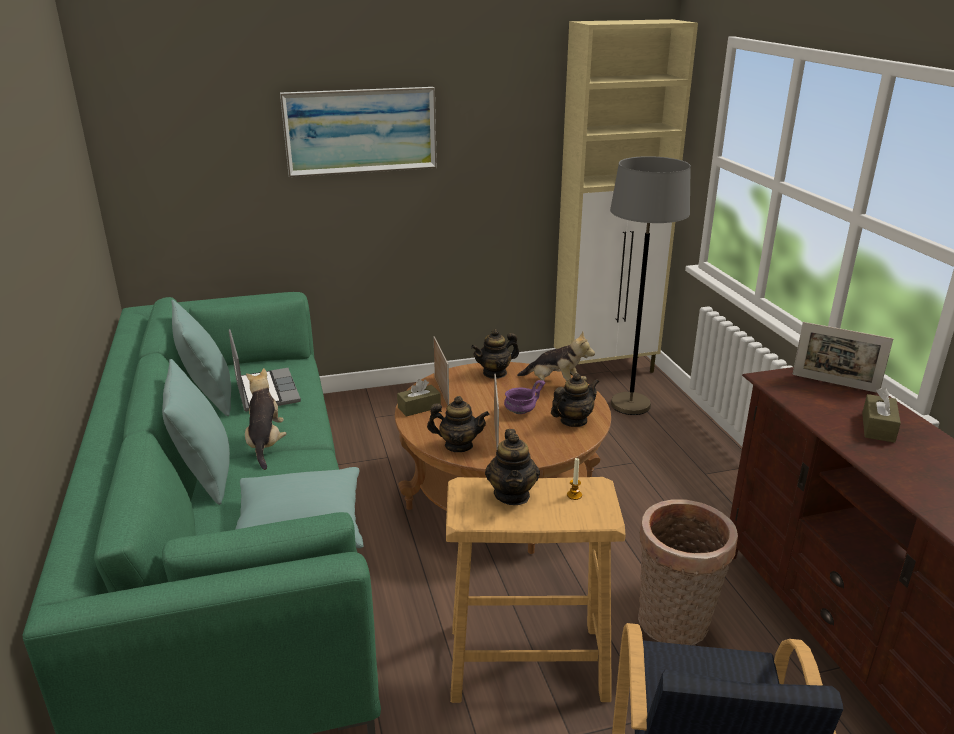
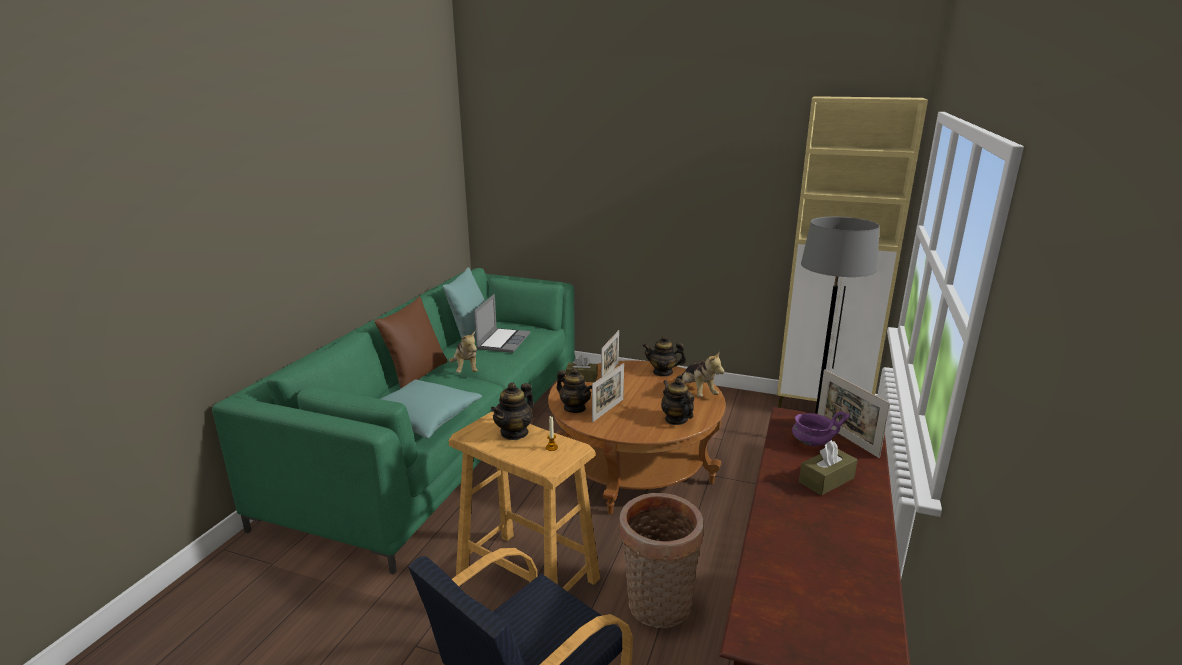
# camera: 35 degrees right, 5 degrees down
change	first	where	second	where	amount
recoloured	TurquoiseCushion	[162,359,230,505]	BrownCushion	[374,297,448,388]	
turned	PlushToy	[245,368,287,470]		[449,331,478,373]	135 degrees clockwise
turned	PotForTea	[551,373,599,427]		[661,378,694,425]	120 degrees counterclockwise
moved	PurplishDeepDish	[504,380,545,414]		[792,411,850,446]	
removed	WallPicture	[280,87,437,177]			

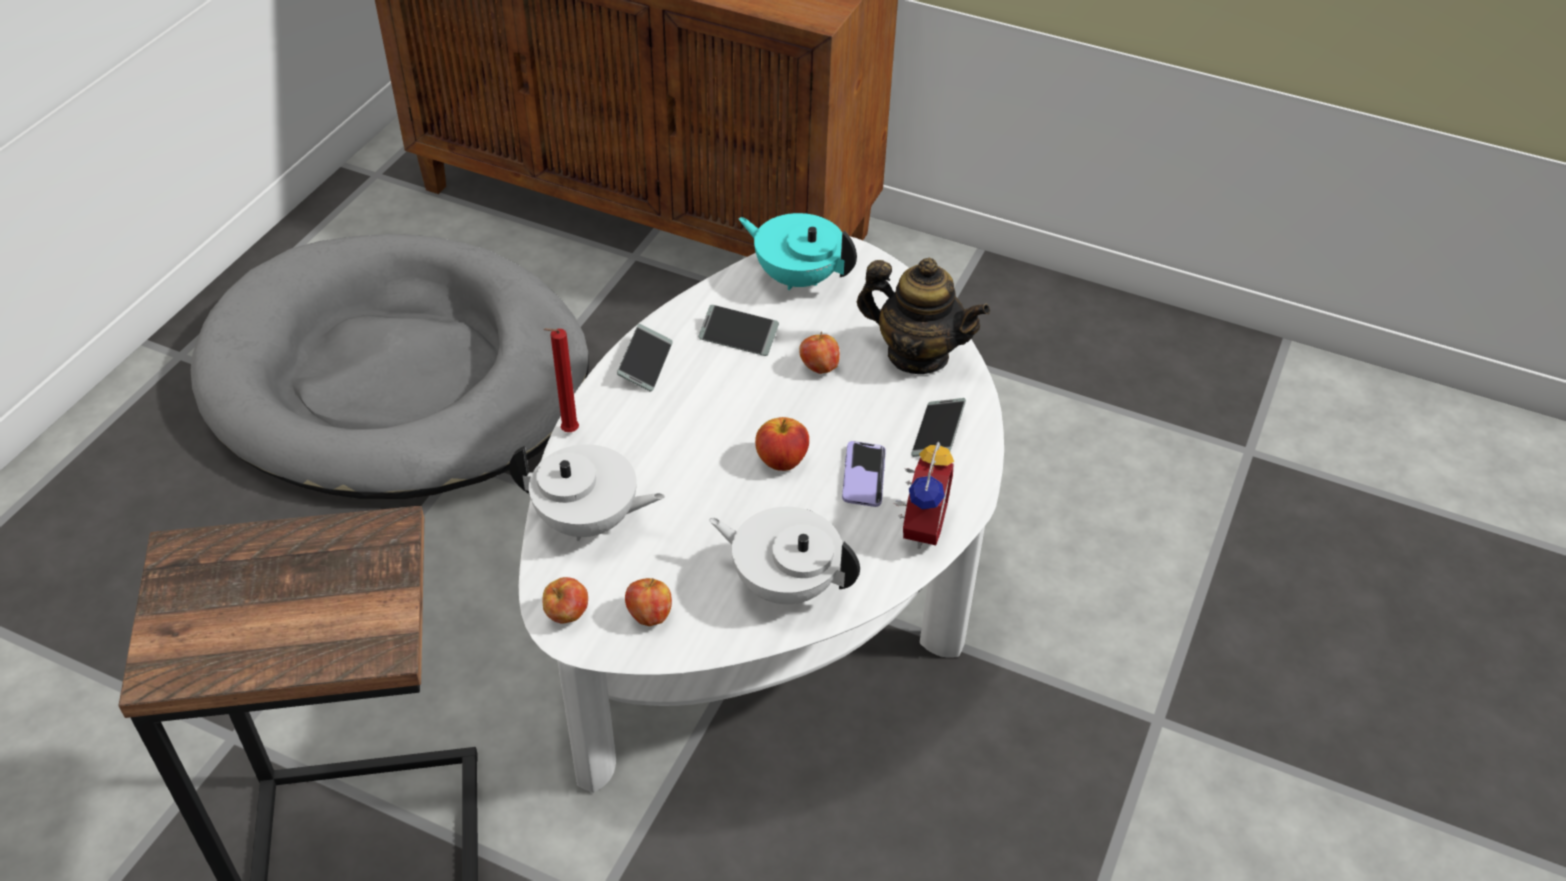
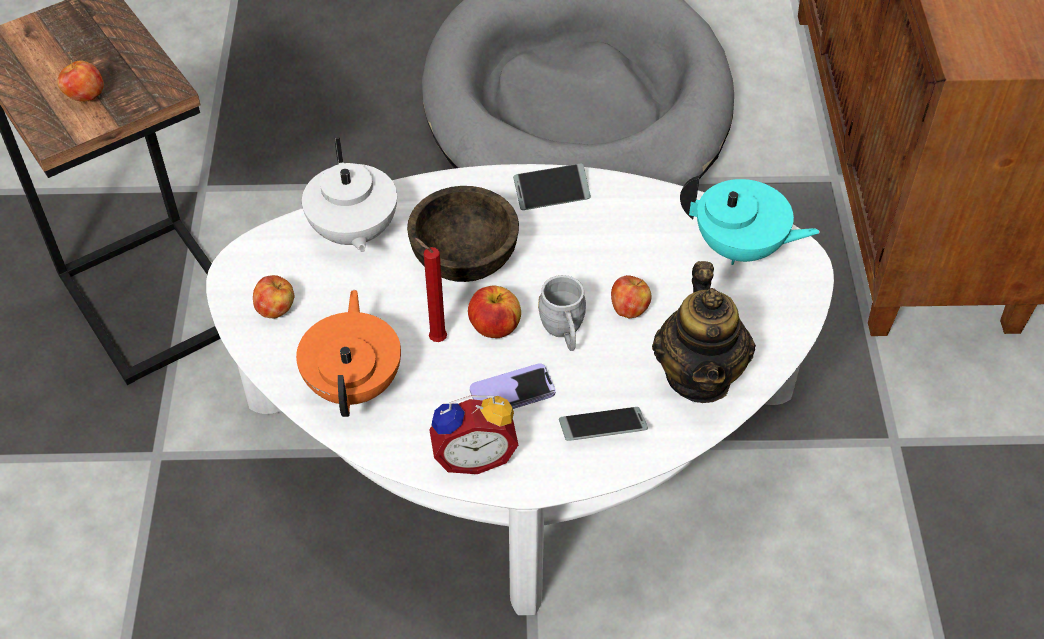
# camera: 65 degrees right, 5 degrees up
change	first	where	second	where	amount
moved	WholeApple	[542,577,588,623]		[57,60,104,102]	
recoloured	WhitePotForTea	[709,507,860,604]	OrangeColouredPotForTea	[296,290,401,417]	
added			BrownDeepDish	[407,186,519,282]	
moved	RedCandle	[544,328,579,432]		[415,238,447,342]	
added			GrayTeaMug	[538,275,586,351]	
turned	TurquoisePotForTea	[738,213,857,290]		[680,175,820,265]	105 degrees clockwise
removed	Handset	[698,305,779,356]			

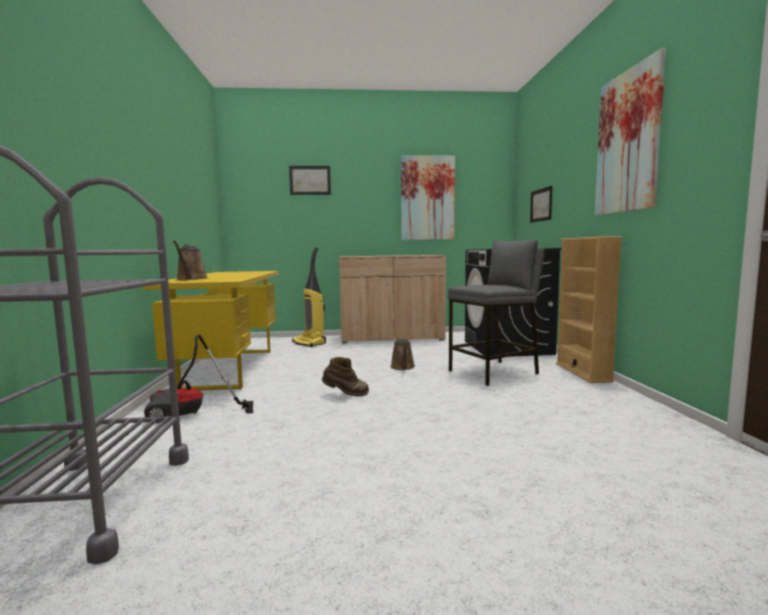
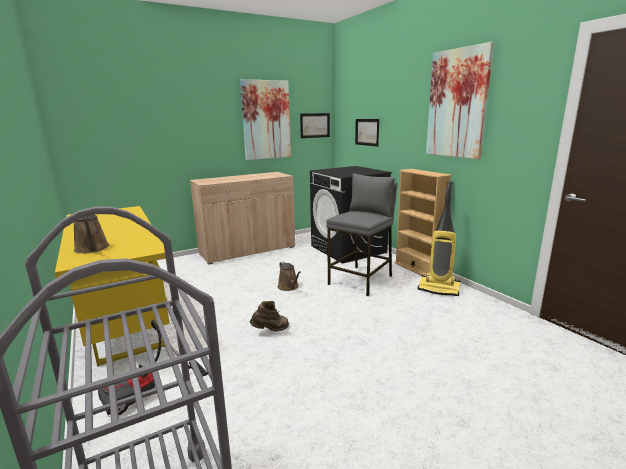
# camera: 25 degrees left, 10 degrees up
change	first	where	second	where	amount
moved	WallPicture	[289,166,331,195]		[300,113,330,138]	
moved	Hoover	[292,247,326,347]		[418,181,461,296]	

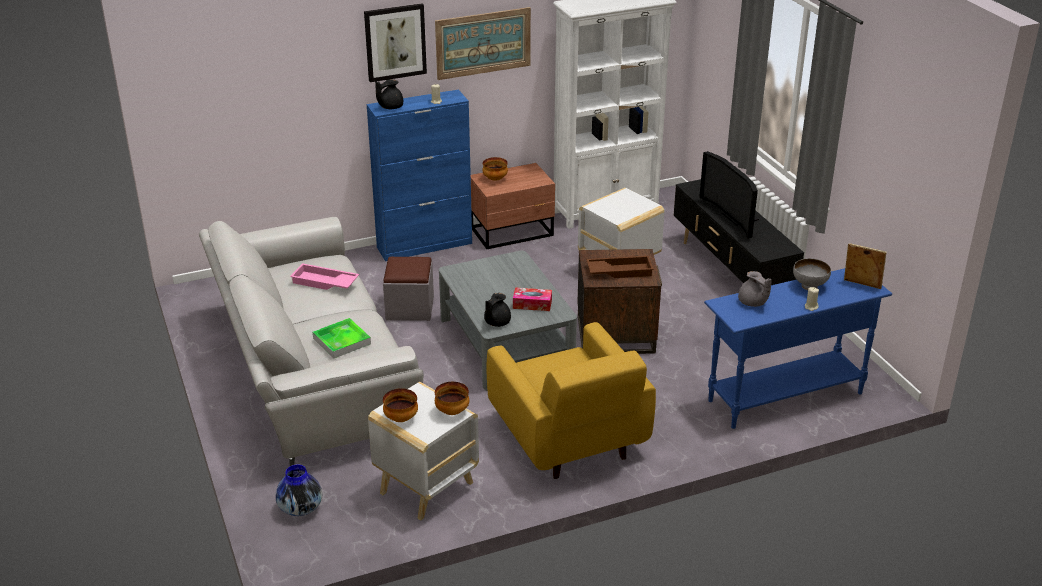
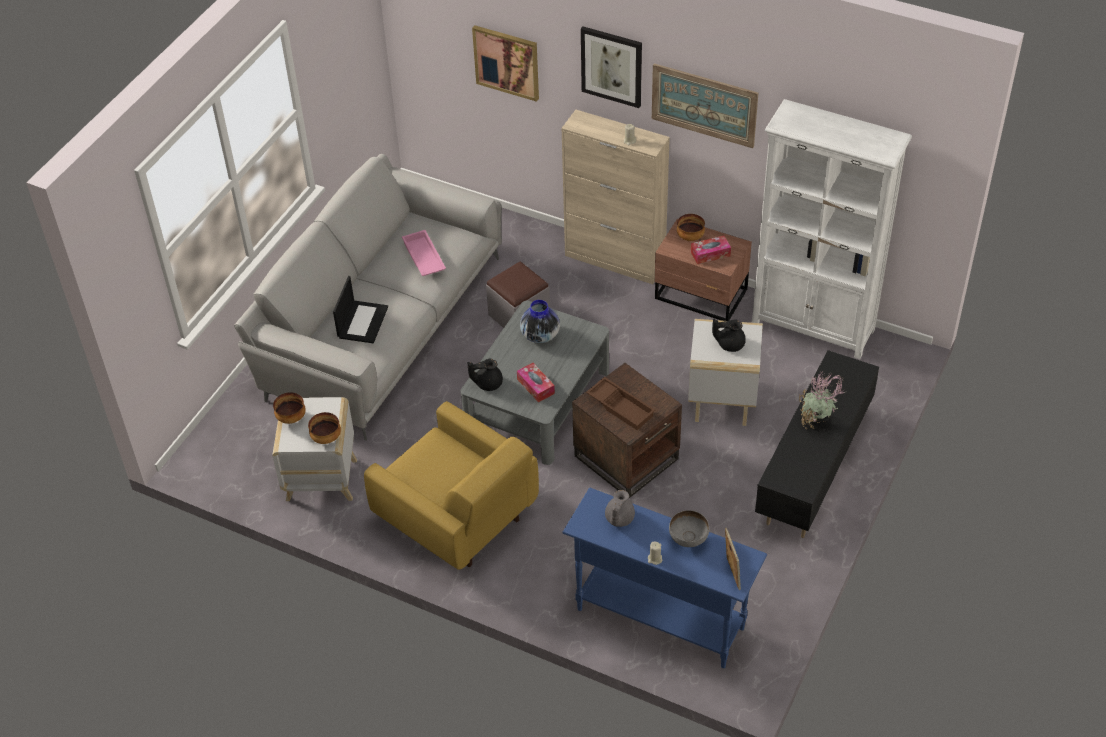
# camera: 50 degrees right, 15 degrees up
change	first	where	second	where	amount
replaced	Tray	[313,318,371,358]	Laptop	[333,276,388,343]	
turned	YellowLoungeChair	[487,322,656,479]		[364,401,539,570]	75 degrees counterclockwise
added			WallPicture	[472,25,539,102]	
moved	FlowerVase	[275,464,322,516]		[520,300,560,343]	
recoloured	BluishCupboard	[367,89,472,261]	SandColouredCupboard	[561,110,670,284]	
added			BoxOfTissues	[691,235,731,264]	
moved	BlackColouredPotForTea	[375,79,403,109]		[712,319,746,352]	
replaced	Tv	[699,151,759,238]	Houseplant	[799,370,844,429]	

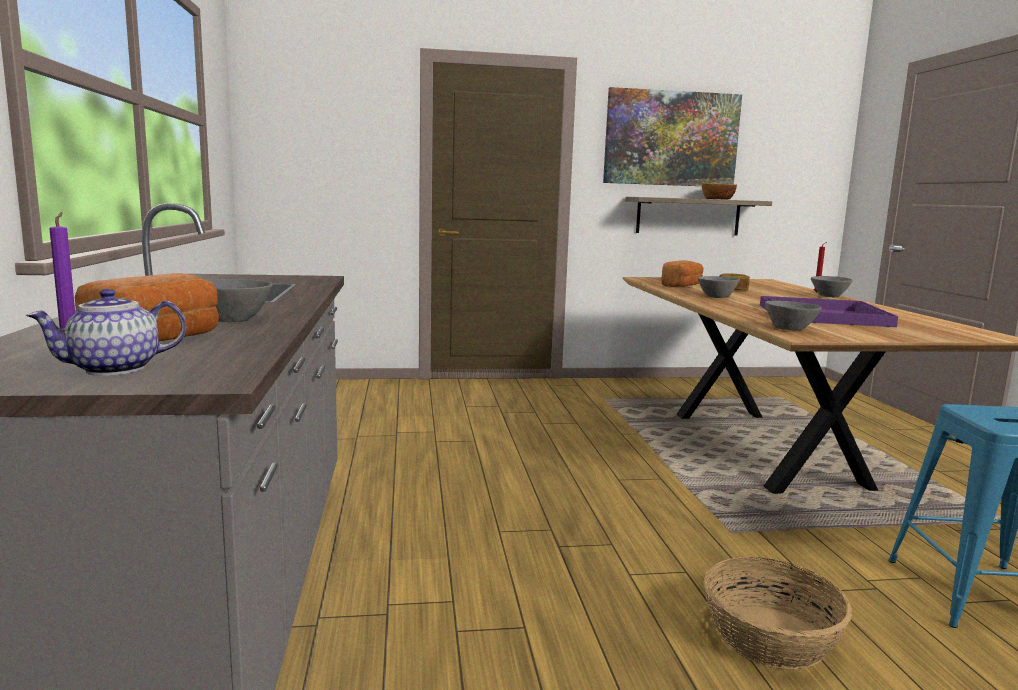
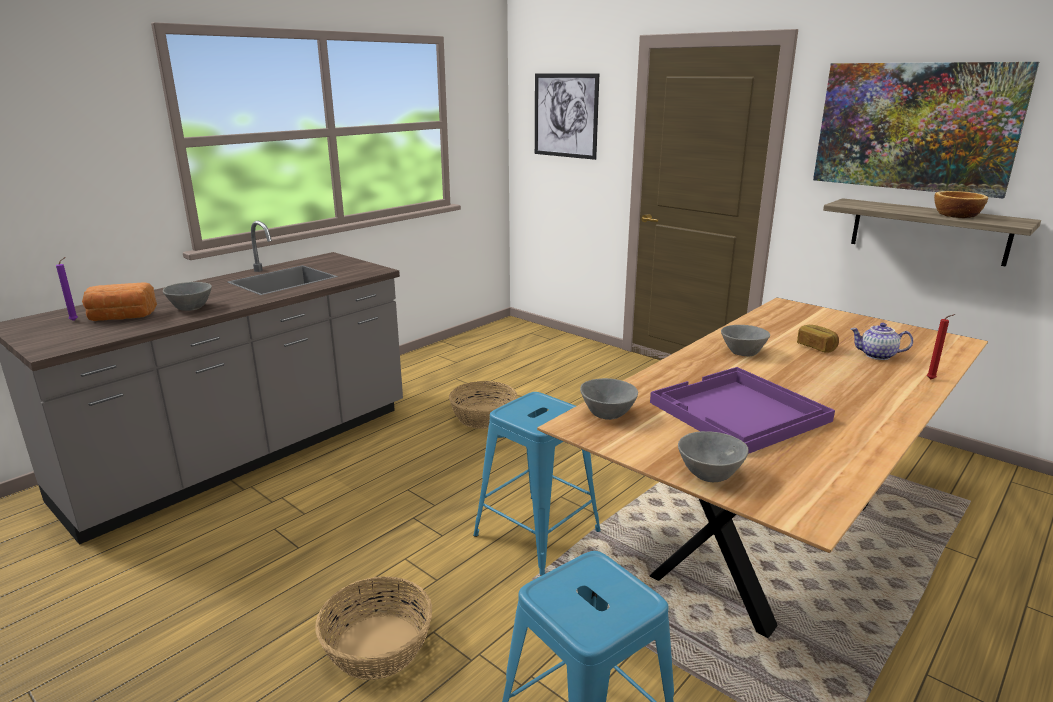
# camera: 50 degrees right, 10 degrees up
change	first	where	second	where	amount
added			StorageBasket	[449,381,517,429]	
added			BluishStool	[473,392,601,576]	
added			WallPicture	[535,73,599,160]	
moved	GrayDeepDish	[811,276,853,297]		[678,431,748,482]	
moved	PotForTea	[26,289,186,376]		[850,323,913,360]	
removed	Bread	[661,260,703,287]			

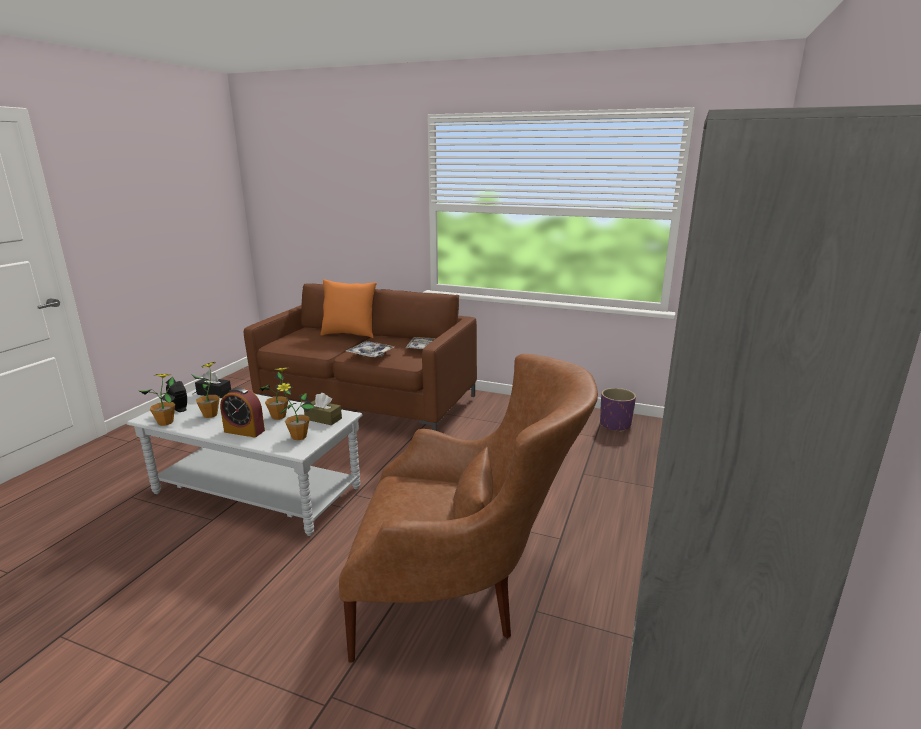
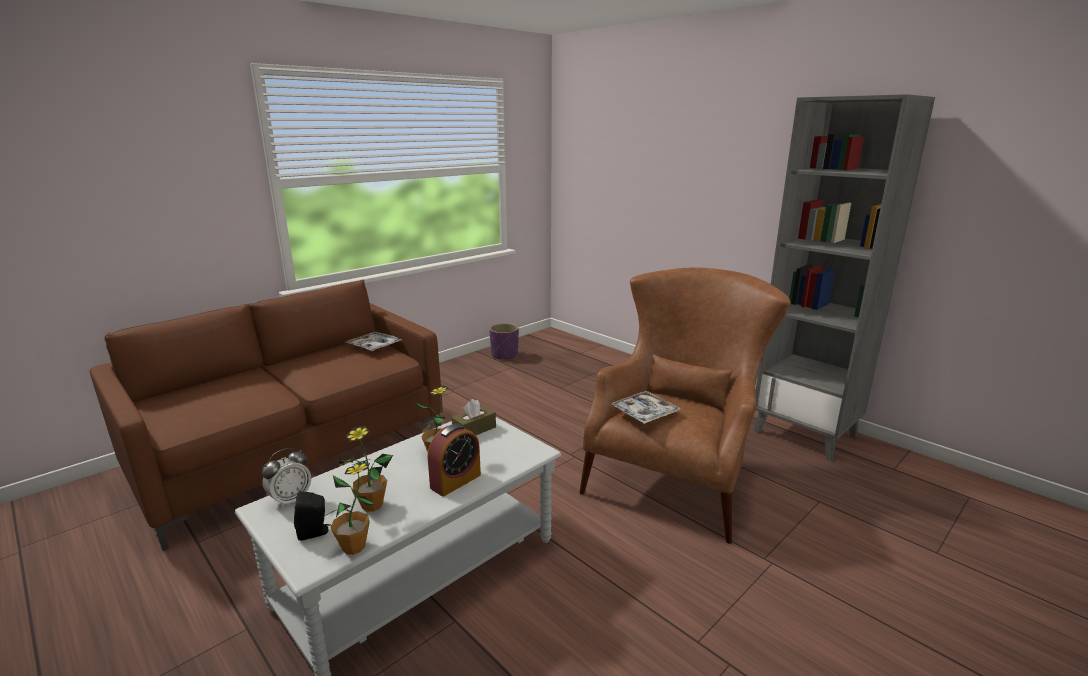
# camera: 65 degrees left, 0 degrees up
change	first	where	second	where	amount
replaced	BlackColouredBoxOfTissues	[195,370,231,398]	TableClock	[262,448,311,508]	
moved	Tray	[346,341,394,358]		[610,391,681,424]	
removed	Houseplant	[275,383,315,440]			
removed	OrangeColouredCushion	[320,279,377,338]			

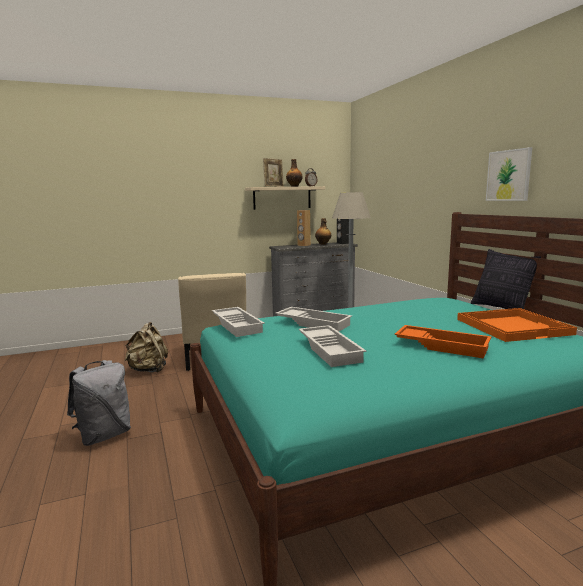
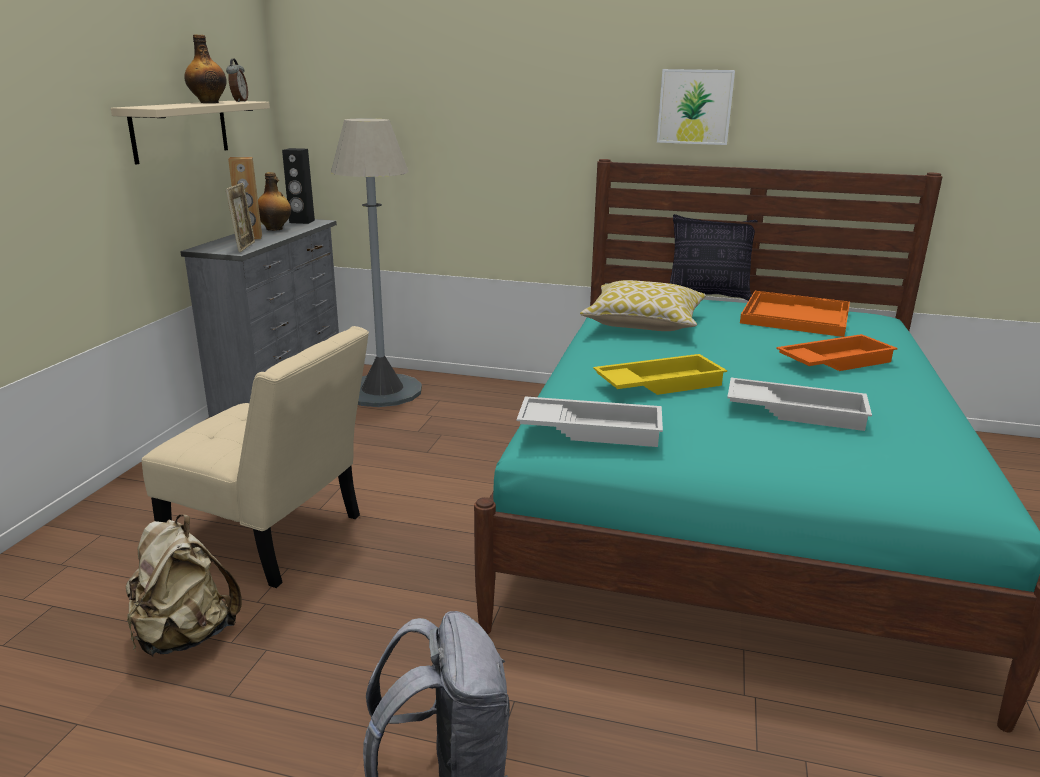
# camera: 55 degrees left, 10 degrees up
change	first	where	second	where	amount
moved	StandingFrame	[263,158,284,187]		[226,183,255,252]	
added			Cushion	[580,280,706,331]	
recoloured	WhiteTray	[275,307,352,331]	YellowTray	[593,354,727,395]	

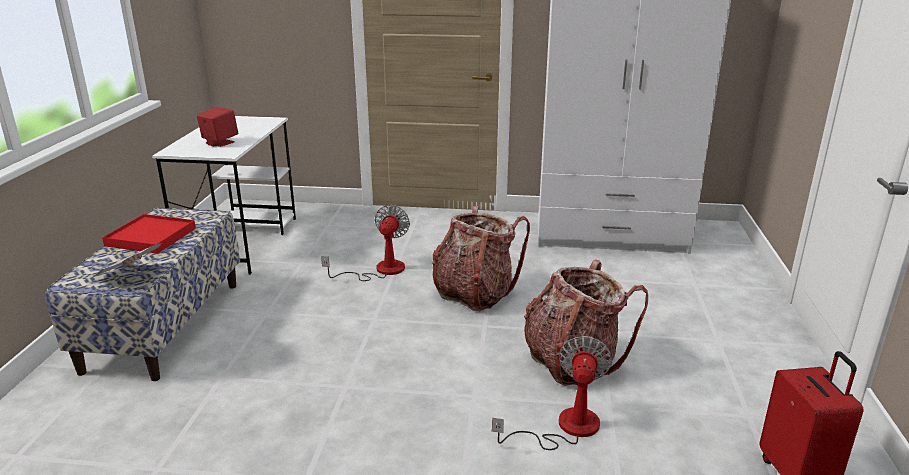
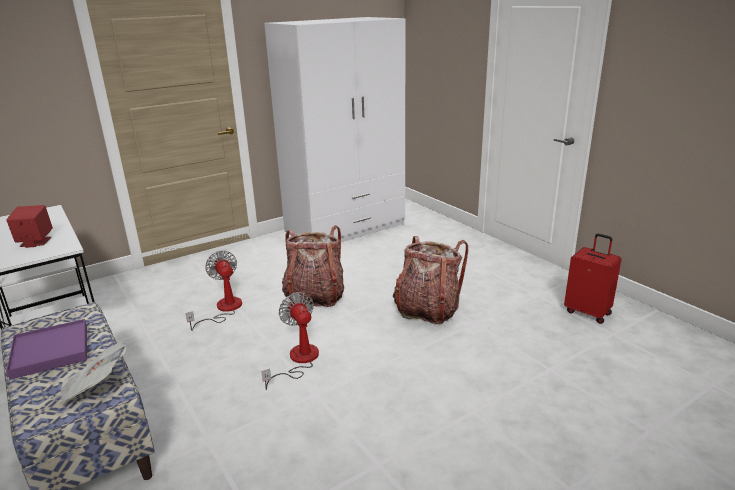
# camera: 40 degrees left, 0 degrees up
change	first	where	second	where	amount
recoloured	RedTray	[102,214,196,254]	PurplishTray	[6,319,87,380]	
moved	CoolingFan	[492,336,612,450]		[261,292,319,390]	

